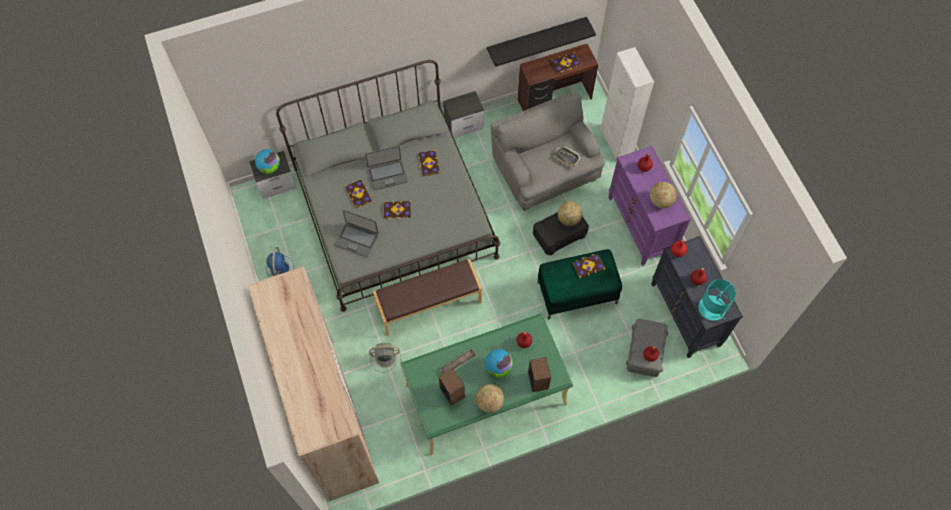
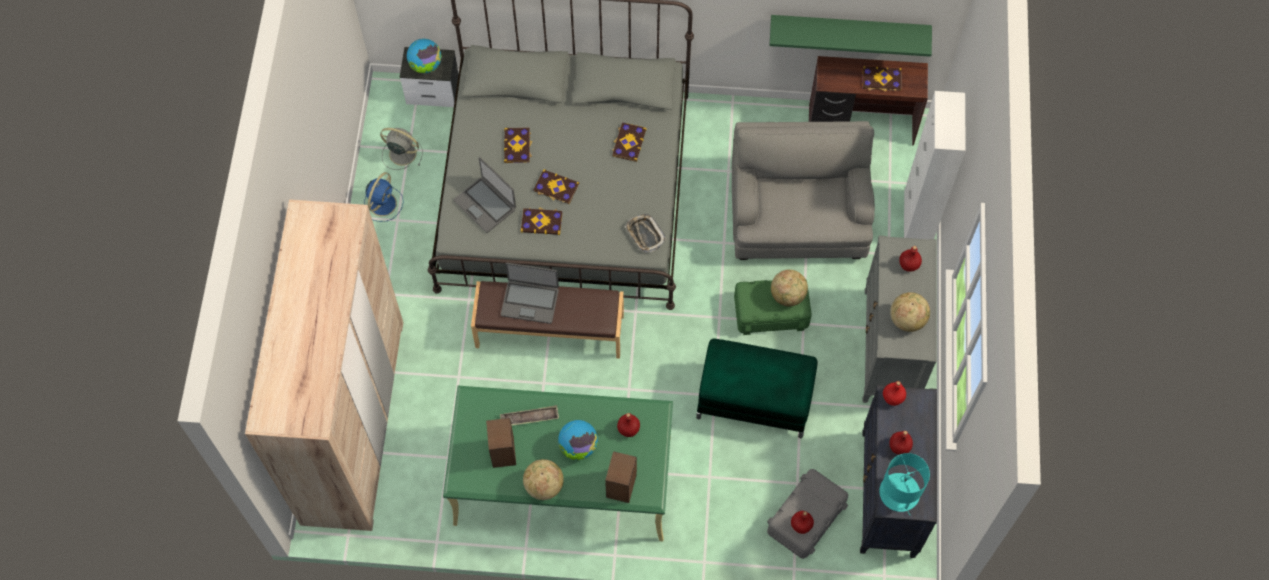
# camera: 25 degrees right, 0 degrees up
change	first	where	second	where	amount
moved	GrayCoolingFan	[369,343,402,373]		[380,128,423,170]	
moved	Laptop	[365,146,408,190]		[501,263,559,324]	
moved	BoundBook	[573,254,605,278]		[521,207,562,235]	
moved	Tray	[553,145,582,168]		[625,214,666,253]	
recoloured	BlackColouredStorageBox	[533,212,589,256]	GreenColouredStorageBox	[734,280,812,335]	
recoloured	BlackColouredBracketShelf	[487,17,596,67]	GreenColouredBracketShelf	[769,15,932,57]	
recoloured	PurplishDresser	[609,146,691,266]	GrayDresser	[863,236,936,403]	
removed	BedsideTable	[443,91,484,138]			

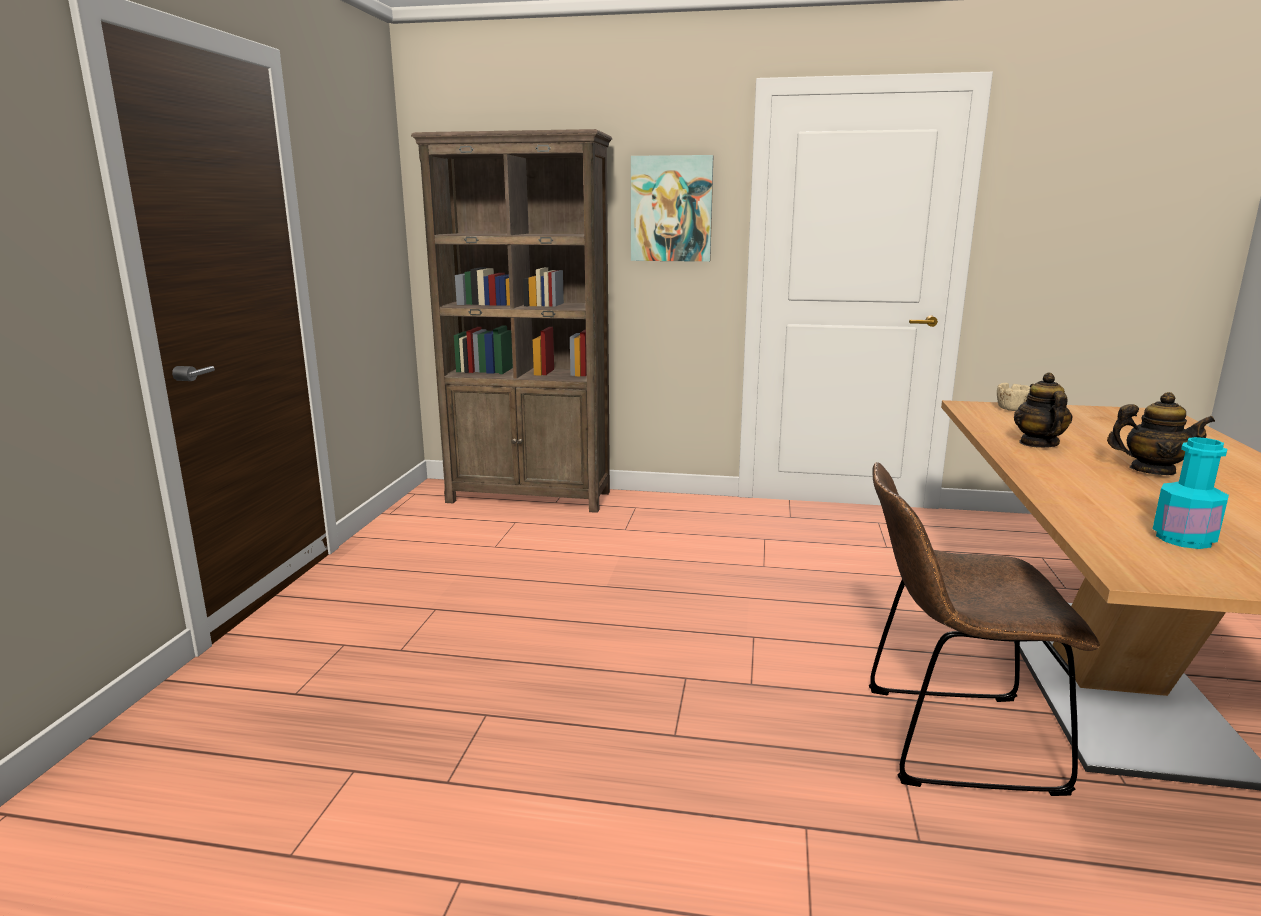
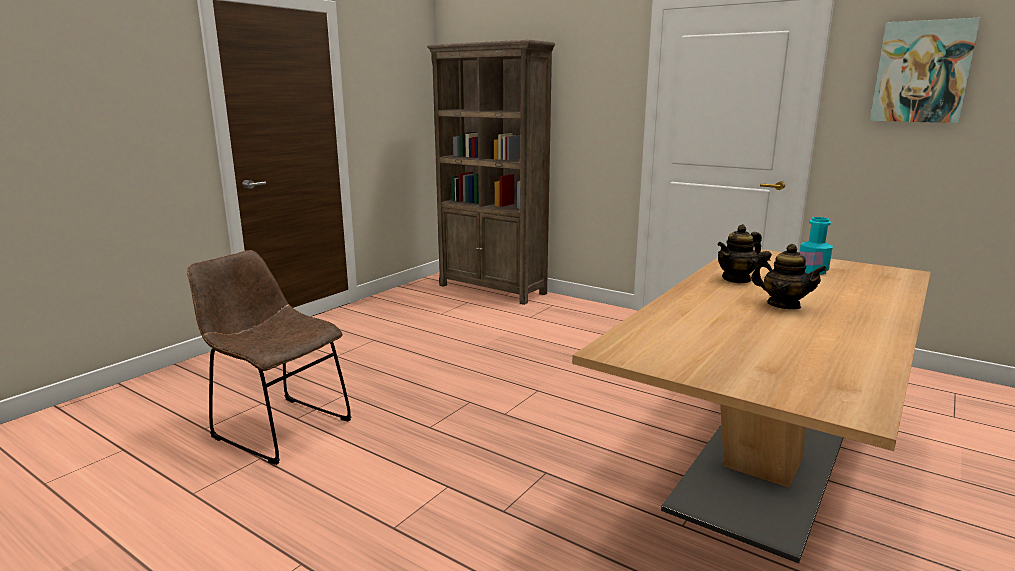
# camera: 25 degrees right, 0 degrees up
change	first	where	second	where	amount
moved	BrownUprightChair	[869,462,1100,796]		[187,250,352,465]	
turned	PotForTea	[1014,372,1073,448]		[717,224,762,283]	150 degrees counterclockwise
moved	TurquoiseDrinkBottle	[1153,437,1229,549]		[800,217,833,275]	
moved	WallPicture	[631,155,713,262]		[870,18,980,123]	
removed	SandColouredDeepDish	[997,383,1031,411]			

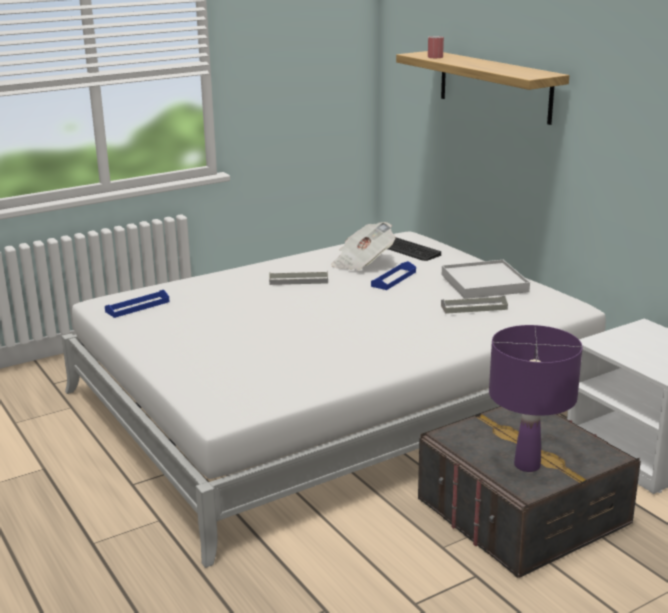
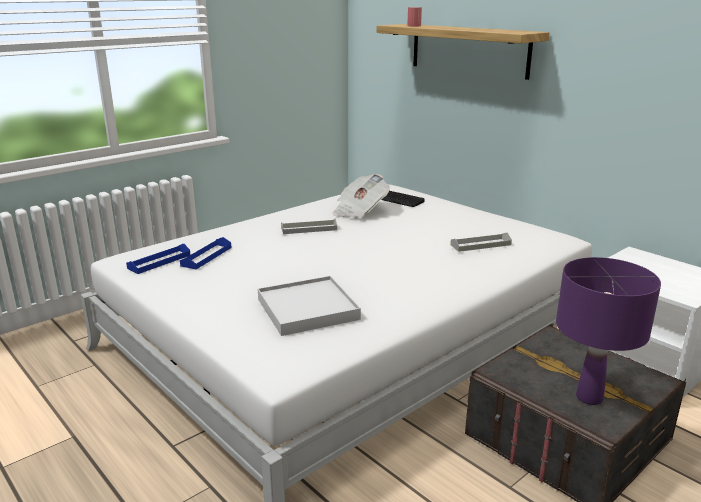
# camera: 10 degrees left, 0 degrees up
change	first	where	second	where	amount
moved	BluishTray	[371,261,416,290]		[180,237,231,269]	
moved	WhiteTray	[442,260,530,299]		[258,276,361,336]	

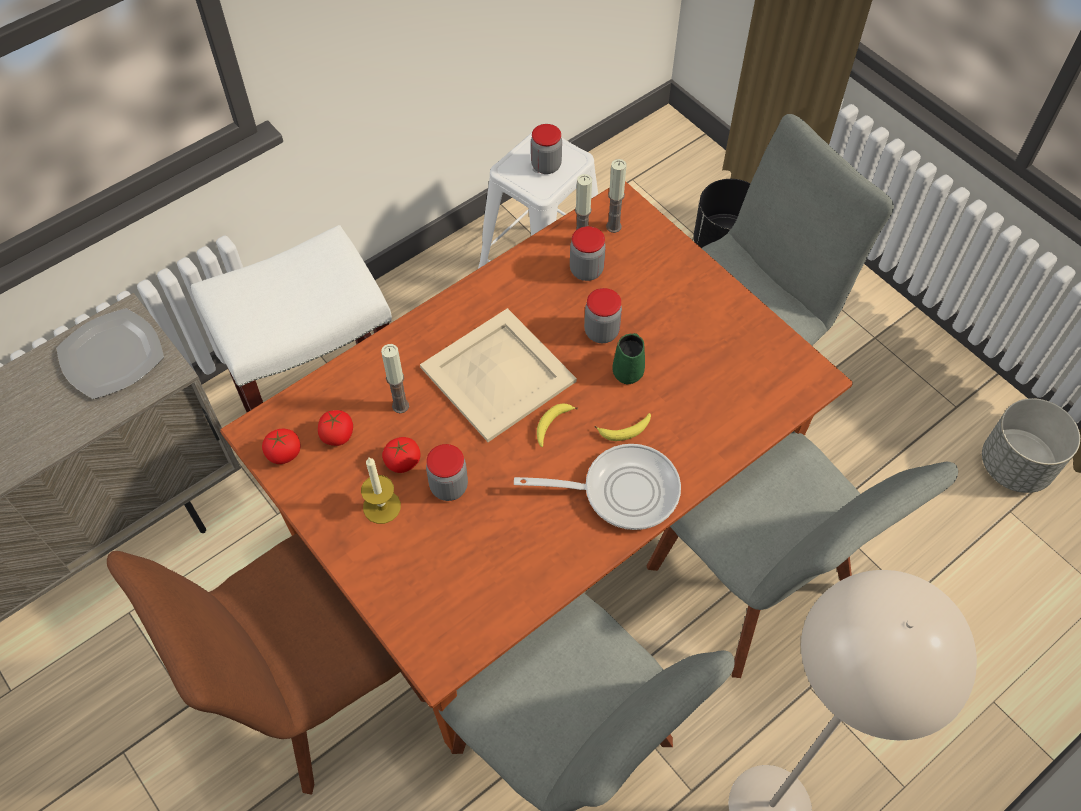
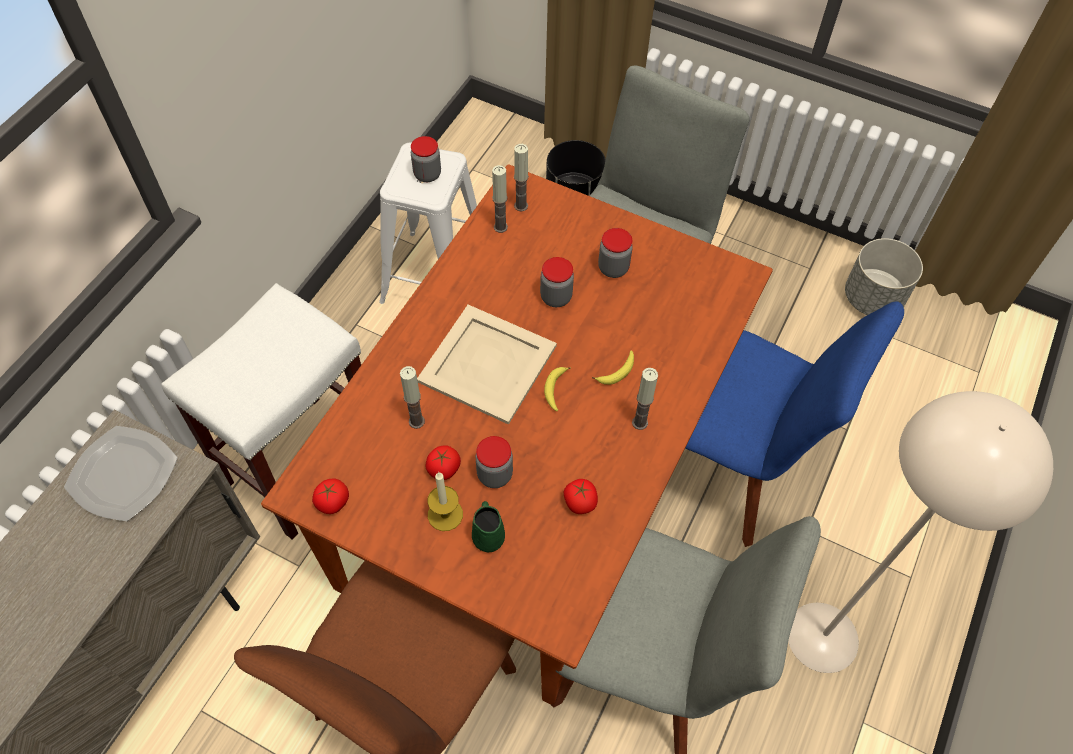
# camera: 25 degrees left, 0 degrees up
change	first	where	second	where	amount
moved	GreenColouredTeaMug	[612,333,645,385]		[472,501,505,552]	
moved	Tomato	[318,410,353,446]		[564,479,598,514]	
moved	Jar	[570,226,606,281]		[598,228,633,278]	
replaced	FryingPan	[514,444,681,530]	Candle	[632,368,658,430]	
recoloured	GrayUprightChair	[647,431,958,678]	BluishUprightChair	[685,302,904,547]	

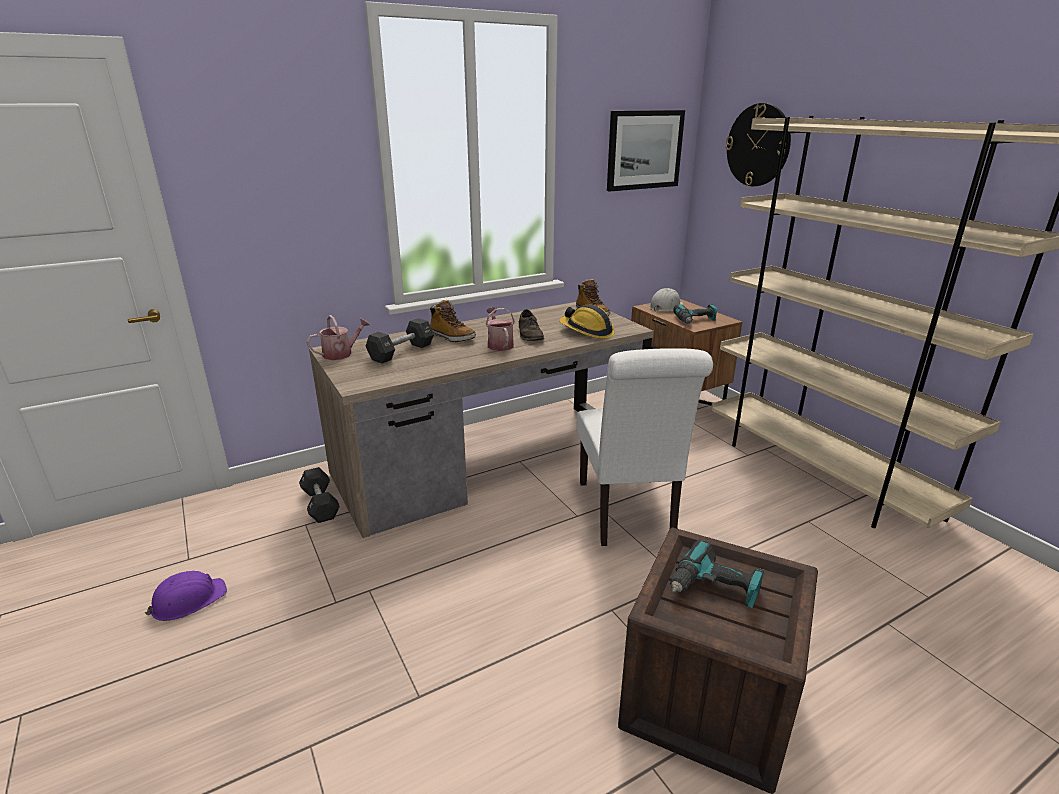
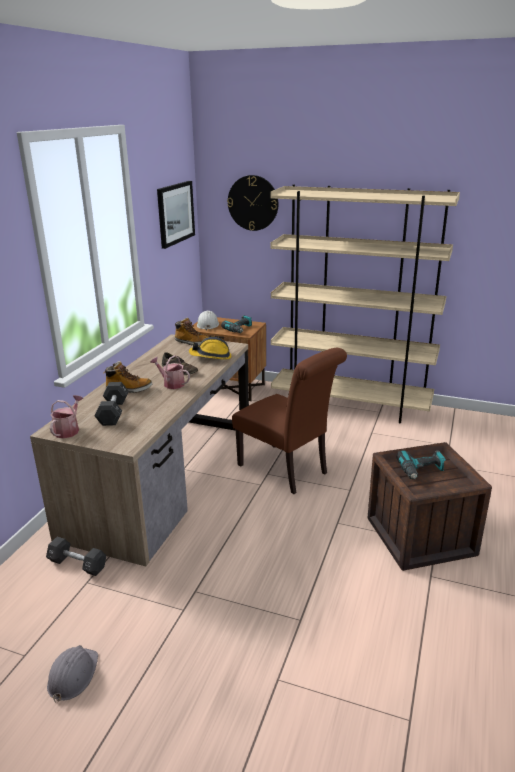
# camera: 40 degrees left, 0 degrees up
change	first	where	second	where	amount
recoloured	PurplishSafetyHelmet	[145,571,227,621]	GraySafetyHelmet	[47,645,98,703]	
recoloured	WhiteUprightChair	[577,348,713,546]	BrownUprightChair	[232,348,347,494]	

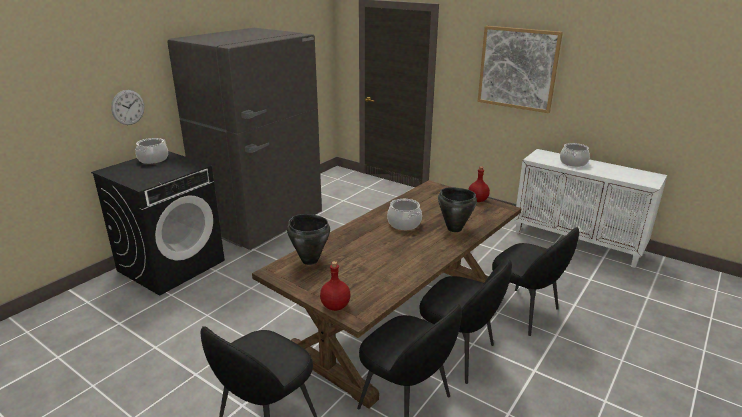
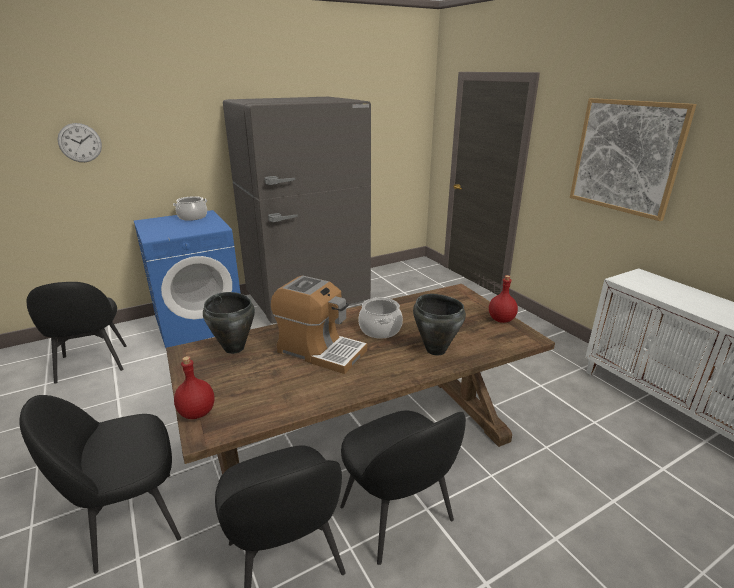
# camera: 25 degrees right, 0 degrees up
change	first	where	second	where	amount
moved	BlackColouredUprightChair	[492,227,579,336]		[27,282,127,384]	
moved	ClockOnTheWall	[111,90,145,125]		[58,123,102,162]	
recoloured	BlackColouredLaundryAppliance	[91,151,225,296]	BluishLaundryAppliance	[134,210,241,348]	
added			CoffeeBrewer	[271,275,367,374]	
removed	CookingPot	[560,143,590,167]			

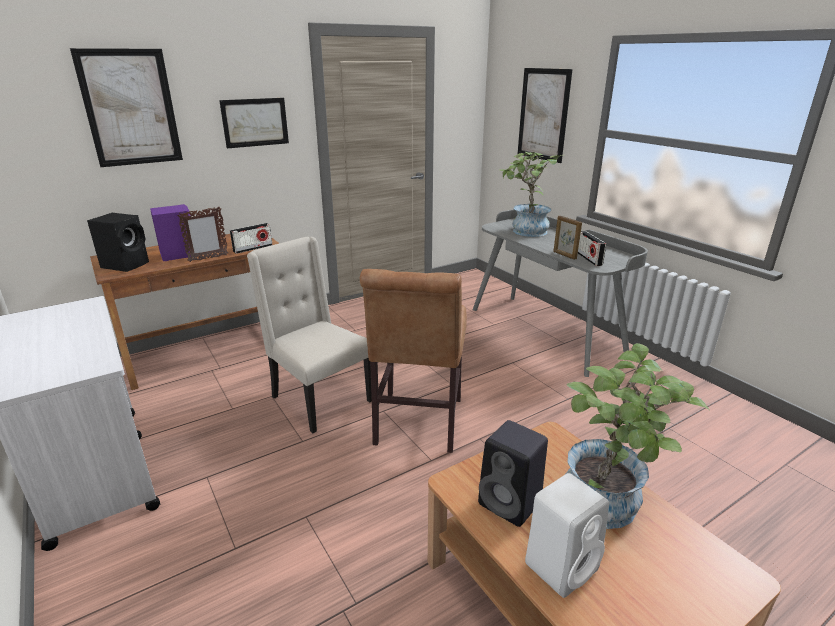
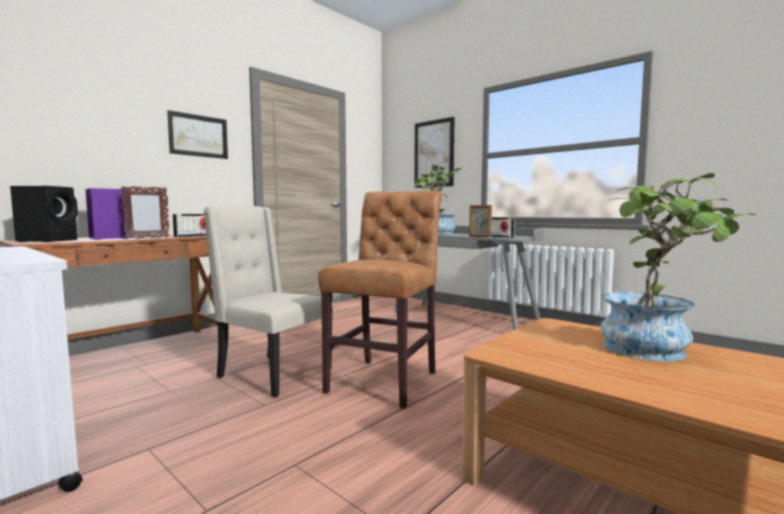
# camera: 15 degrees left, 20 degrees down
change	first	where	second	where	amount
turned	BrownUprightChair	[360,269,467,453]		[318,190,442,409]	150 degrees counterclockwise
removed	WallPicture	[70,48,183,167]			
removed	BlackColouredLoudspeaker	[478,420,548,527]			
removed	WhiteLoudspeaker	[525,473,609,598]			

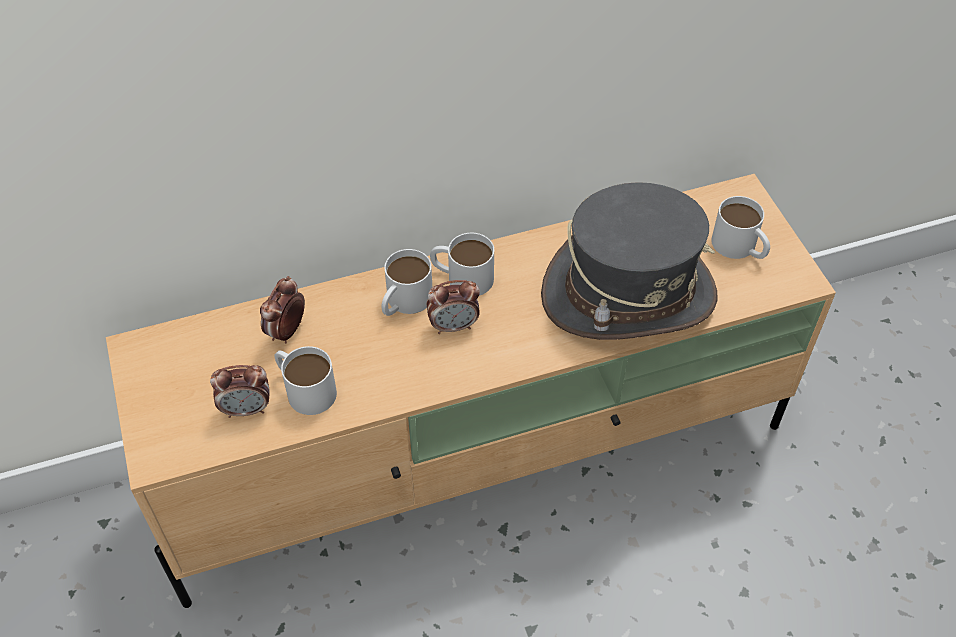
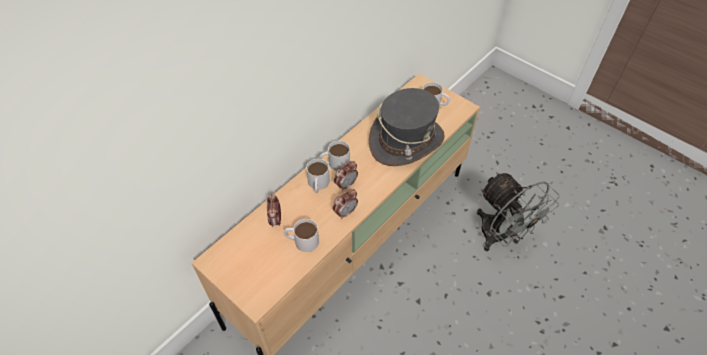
# camera: 30 degrees left, 0 degrees up
change	first	where	second	where	amount
moved	TableClock	[210,365,270,418]		[333,189,358,219]	
added			GrayCoolingFan	[477,172,559,251]	

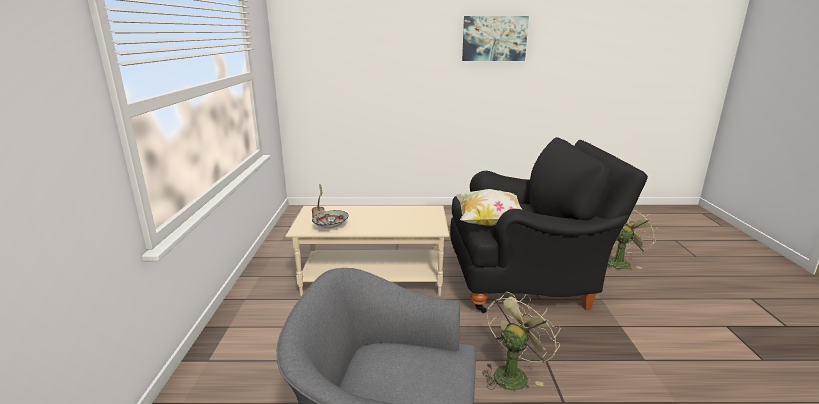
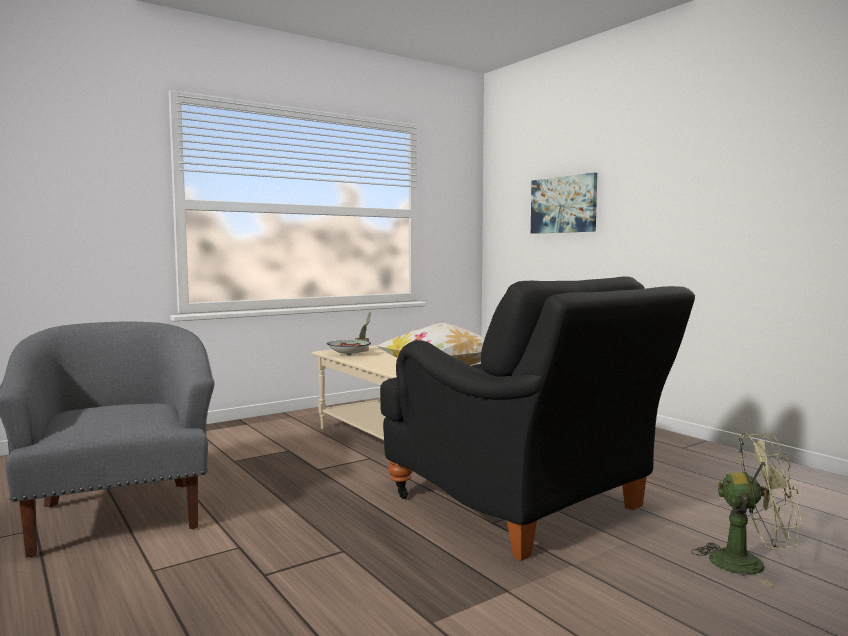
# camera: 55 degrees right, 15 degrees down
change	first	where	second	where	amount
moved	WallPicture	[462,16,529,61]		[531,173,597,234]	
removed	GreenColouredCoolingFan	[482,292,560,390]			

